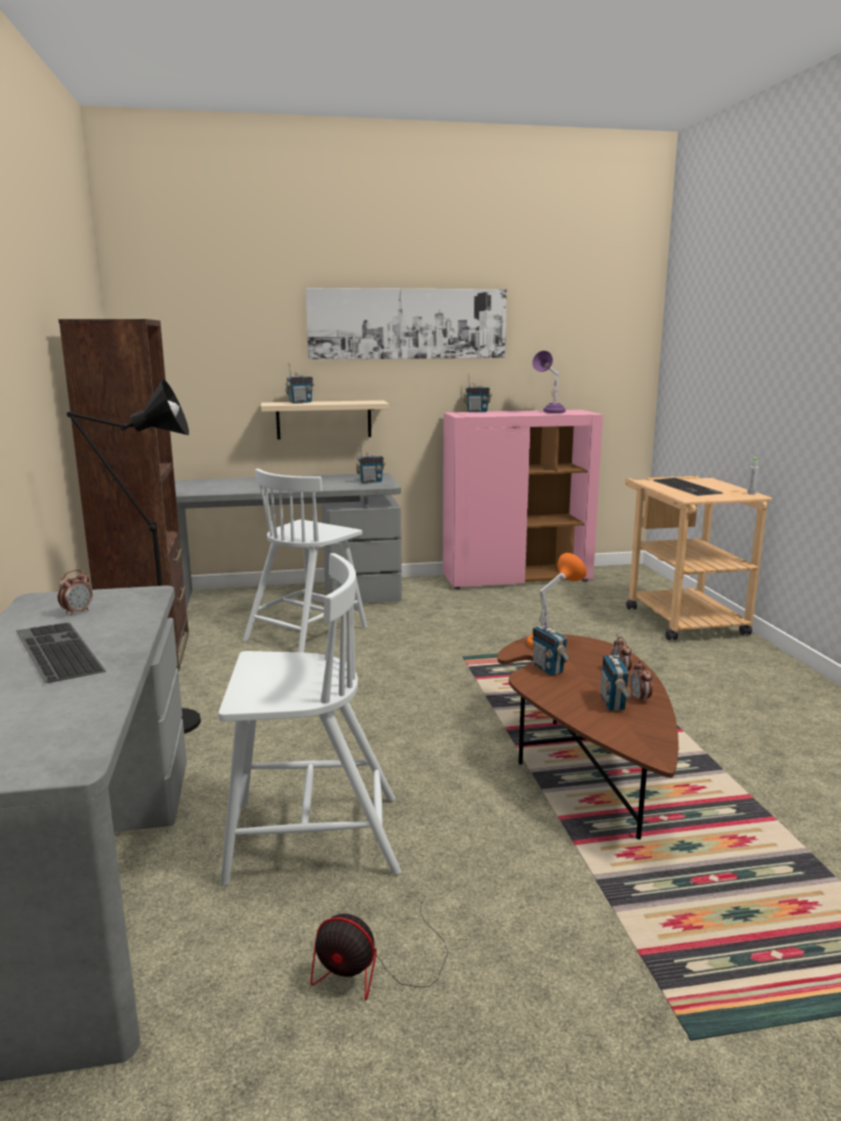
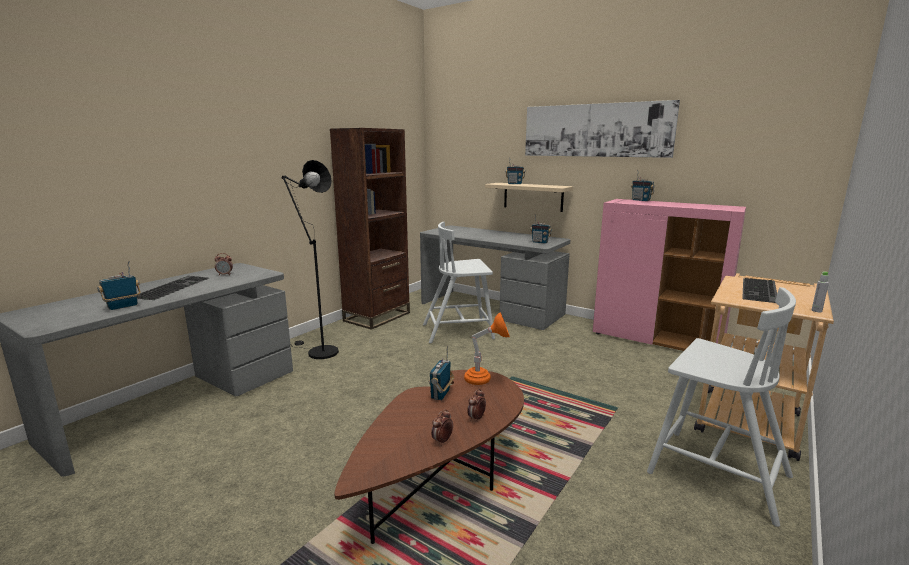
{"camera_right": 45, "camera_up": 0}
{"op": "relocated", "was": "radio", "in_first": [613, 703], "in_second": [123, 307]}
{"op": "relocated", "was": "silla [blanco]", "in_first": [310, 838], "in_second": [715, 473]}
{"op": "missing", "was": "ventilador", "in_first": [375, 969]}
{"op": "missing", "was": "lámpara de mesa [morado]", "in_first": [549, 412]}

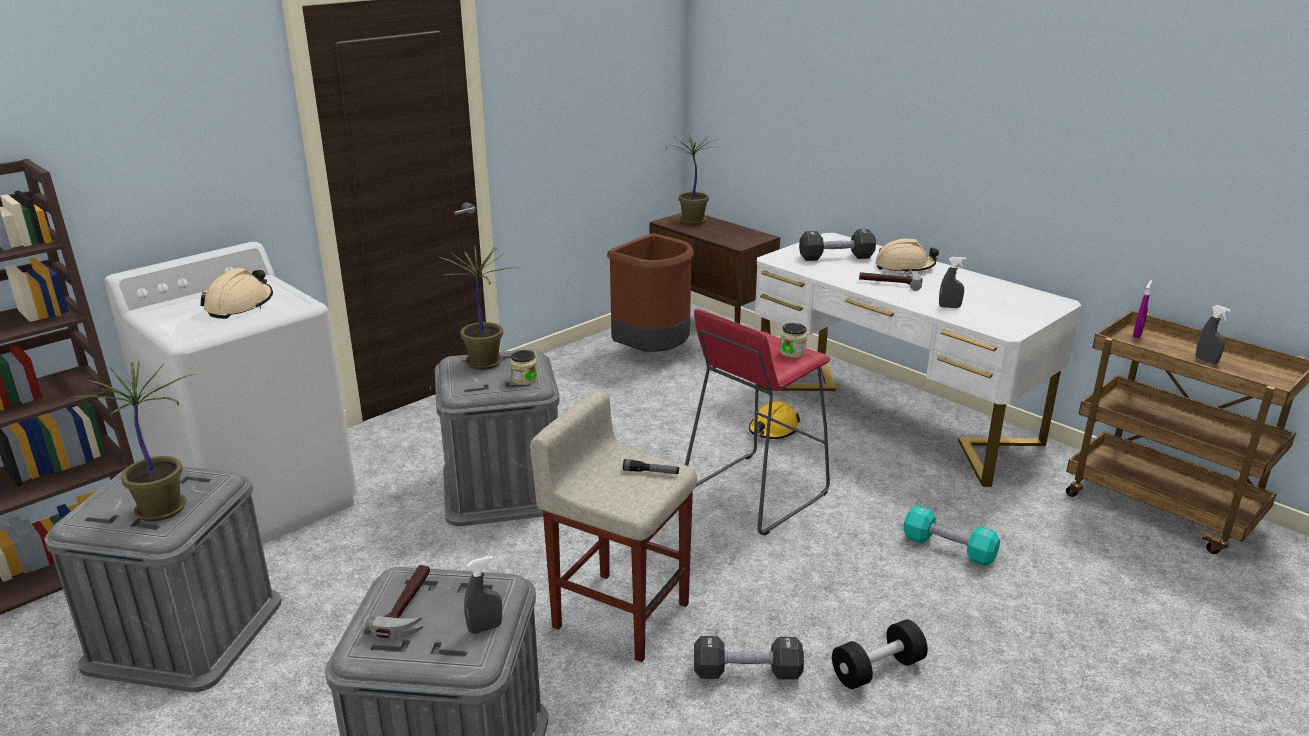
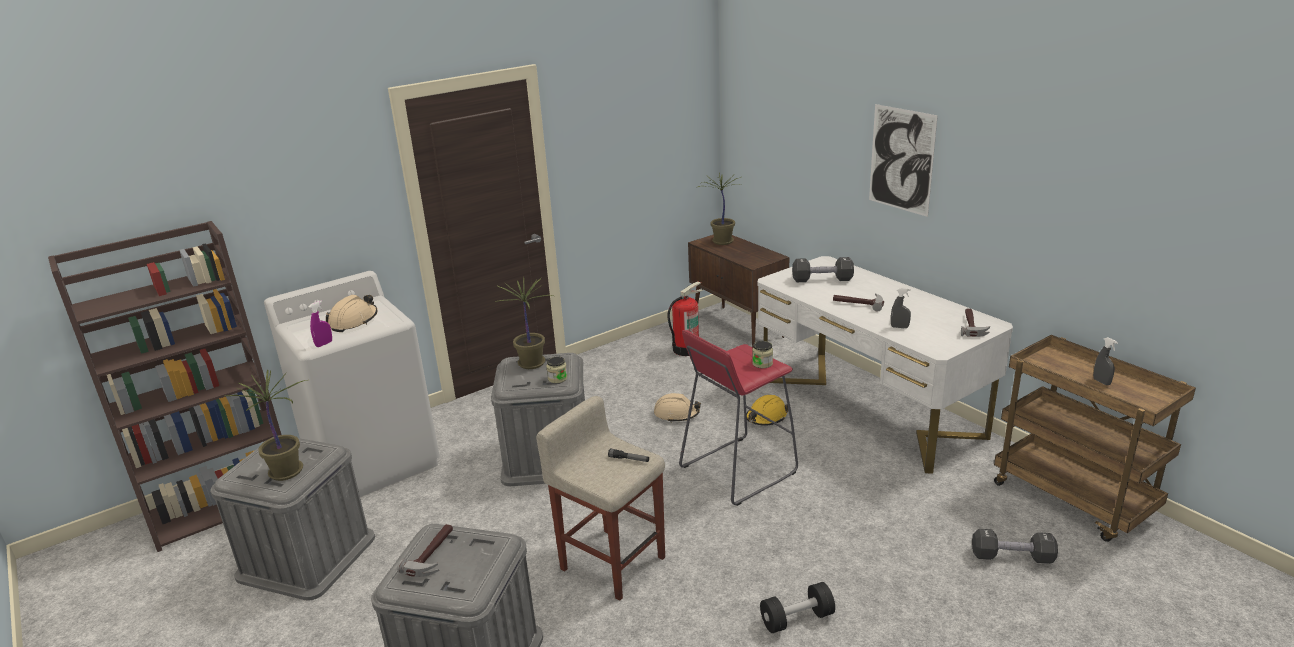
{"camera_right": 10, "camera_up": 0}
{"op": "relocated", "was": "pulverizador [morado]", "in_first": [1137, 335], "in_second": [324, 344]}
{"op": "relocated", "was": "casco [beis]", "in_first": [904, 267], "in_second": [676, 414]}
{"op": "exchanged", "was": "papelera [marrón]", "now": "extintor", "in_first": [653, 354], "in_second": [686, 349]}
{"op": "appeared", "now": "cuadro", "in_second": [901, 160]}
{"op": "appeared", "now": "martillo", "in_second": [973, 326]}
{"op": "relocated", "was": "mancuerna [negro]", "in_first": [747, 673], "in_second": [1012, 557]}
{"op": "missing", "was": "pulverizador [gris]", "in_first": [485, 628]}
{"op": "missing", "was": "mancuerna [turquesa]", "in_first": [948, 548]}

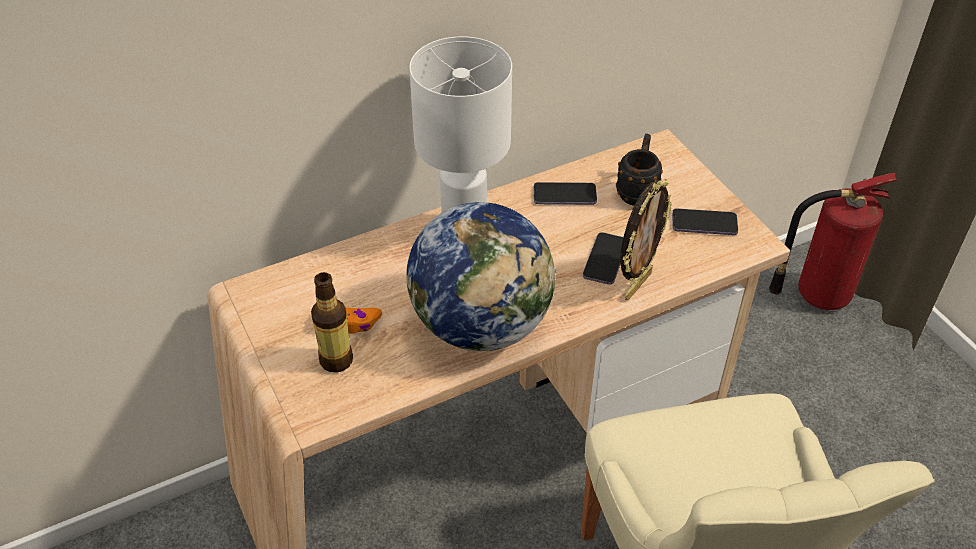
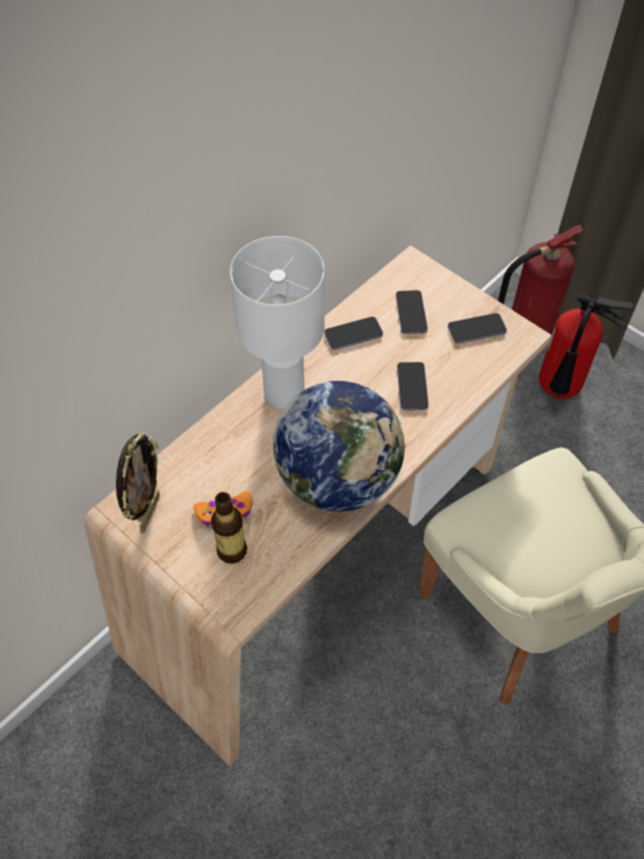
{"camera_right": -20, "camera_up": 10}
{"op": "relocated", "was": "portarretratos", "in_first": [636, 284], "in_second": [148, 512]}
{"op": "exchanged", "was": "taza grande [negro]", "now": "móvil", "in_first": [637, 191], "in_second": [411, 313]}
{"op": "appeared", "now": "extintor", "in_second": [559, 391]}

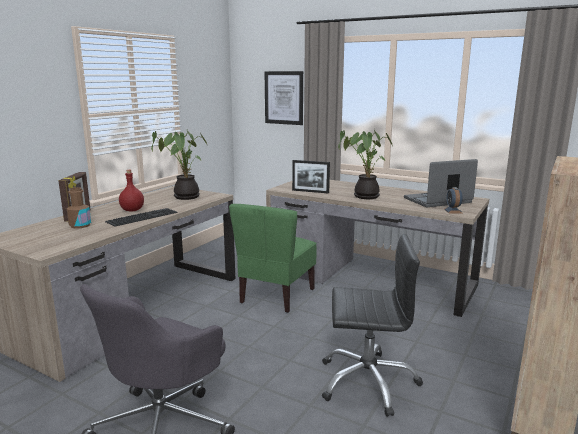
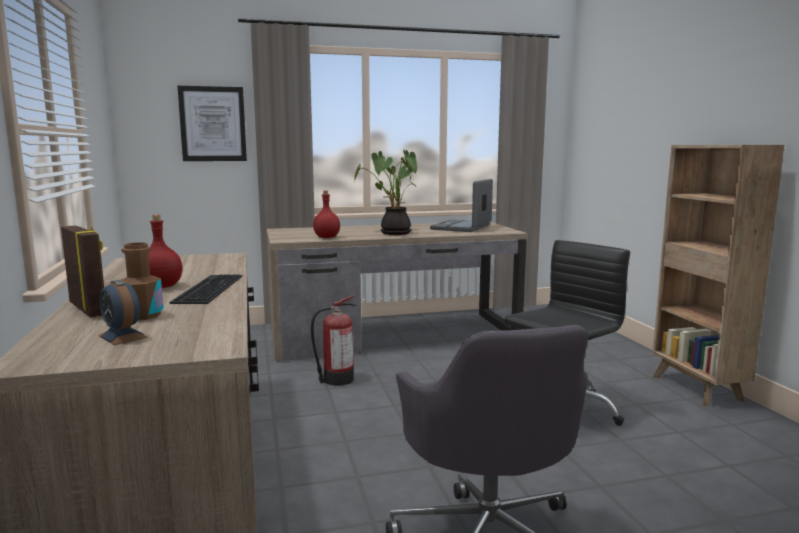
{"camera_right": -45, "camera_up": -5}
{"op": "relocated", "was": "despertador", "in_first": [453, 211], "in_second": [122, 336]}
{"op": "exchanged", "was": "silla [verde]", "now": "extintor", "in_first": [276, 296], "in_second": [336, 380]}
{"op": "exchanged", "was": "portarretratos", "now": "botella [rojo]", "in_first": [310, 191], "in_second": [326, 237]}
{"op": "missing", "was": "planta en maceta", "in_first": [184, 197]}

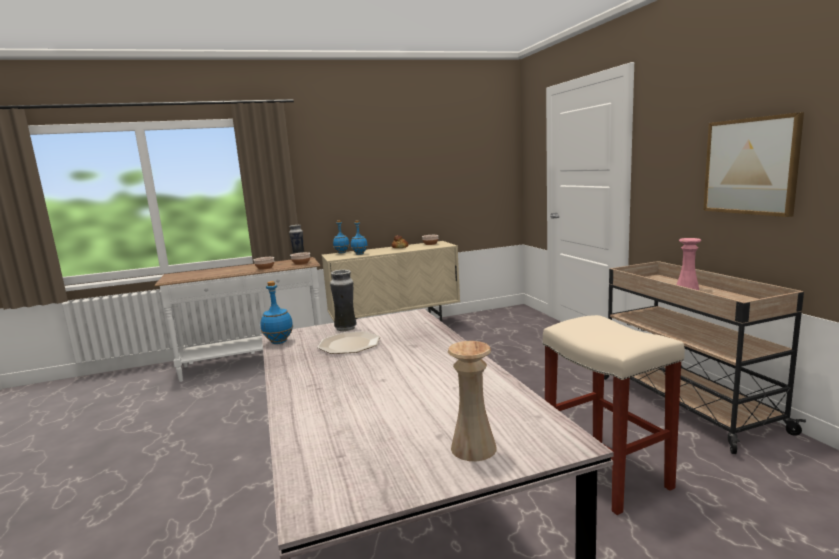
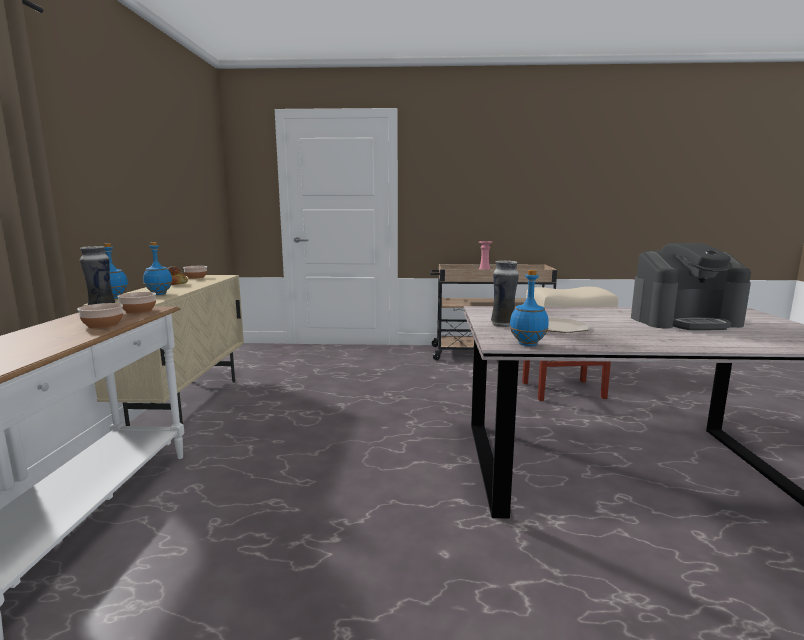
{"camera_right": -70, "camera_up": 0}
{"op": "appeared", "now": "cafetera", "in_second": [684, 321]}
{"op": "missing", "was": "florero [beis]", "in_first": [473, 448]}
{"op": "missing", "was": "cuadro", "in_first": [751, 166]}

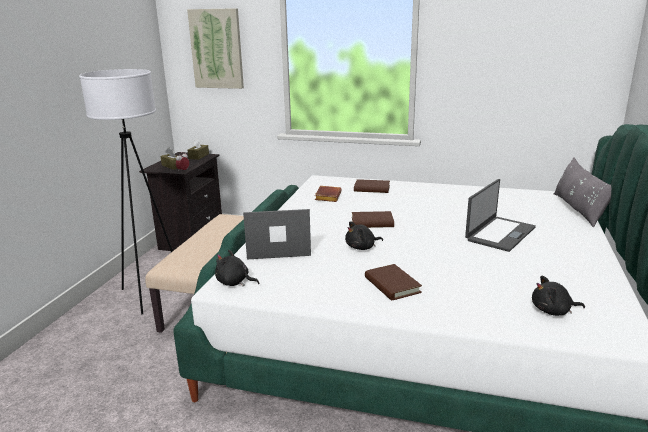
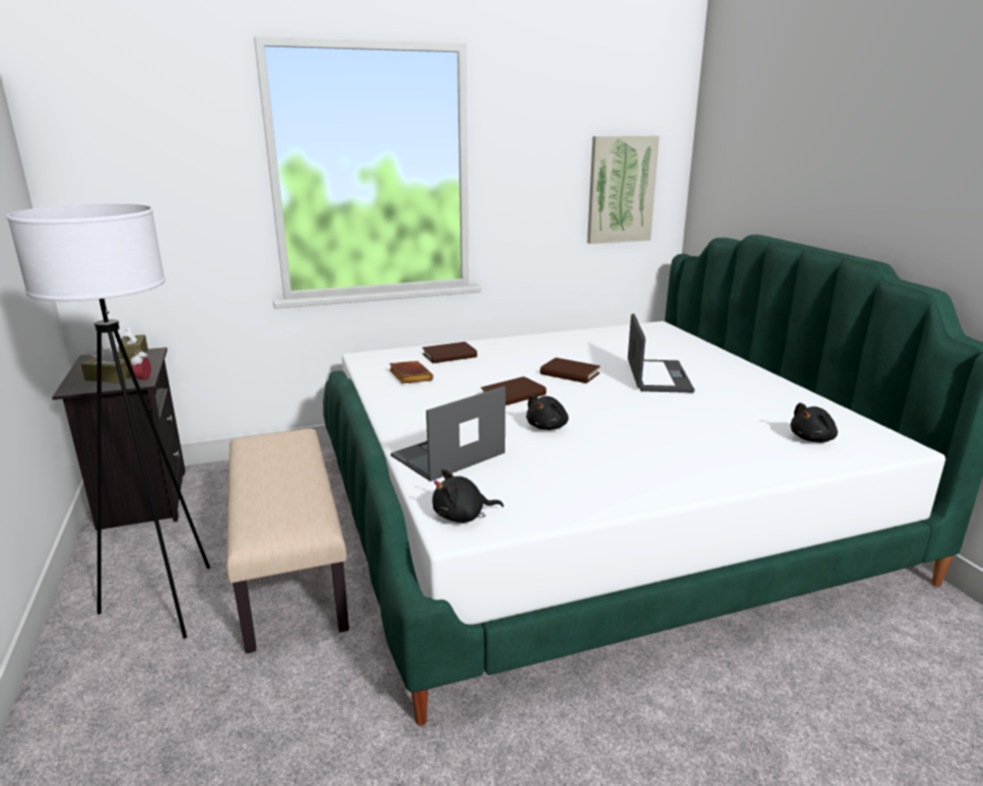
{"camera_right": -35, "camera_up": 0}
{"op": "relocated", "was": "libro [marrón]", "in_first": [392, 285], "in_second": [569, 374]}
{"op": "relocated", "was": "cuadro", "in_first": [217, 49], "in_second": [621, 190]}
{"op": "missing", "was": "cojín [gris]", "in_first": [578, 209]}

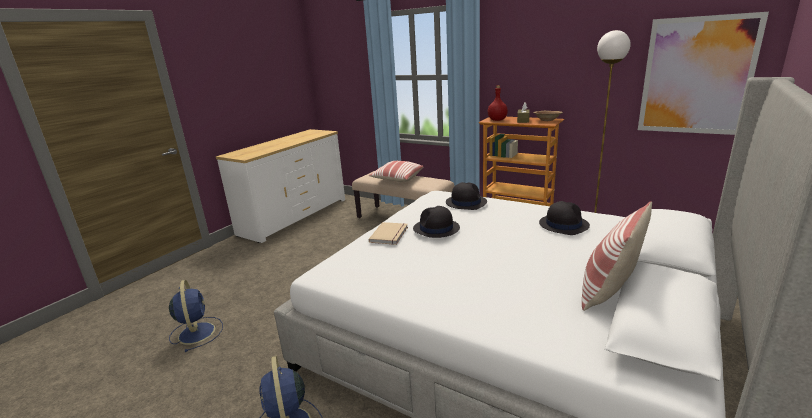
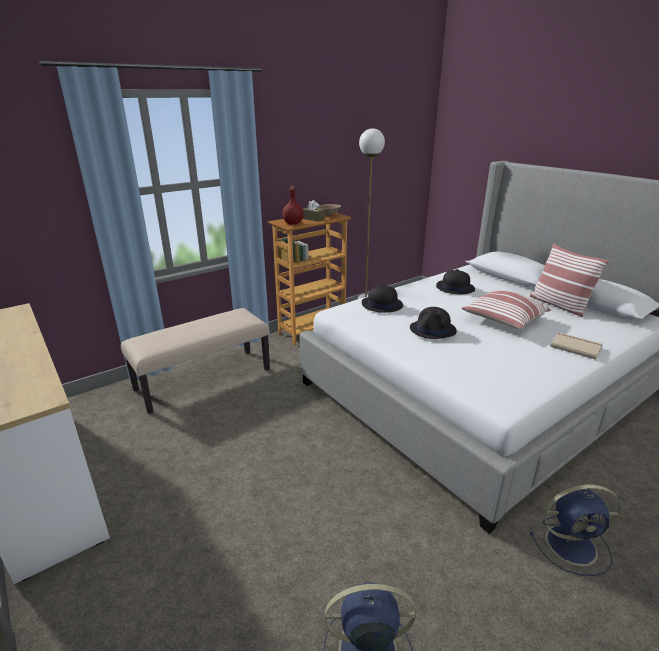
{"camera_right": -70, "camera_up": 5}
{"op": "relocated", "was": "cojín", "in_first": [397, 179], "in_second": [503, 320]}
{"op": "relocated", "was": "libro [beis]", "in_first": [390, 235], "in_second": [575, 346]}
{"op": "missing", "was": "cuadro", "in_first": [696, 76]}

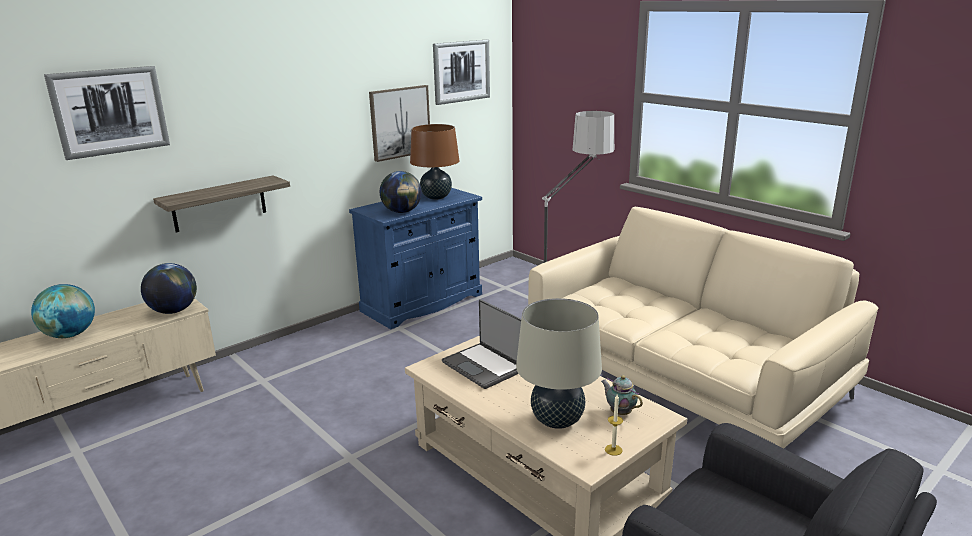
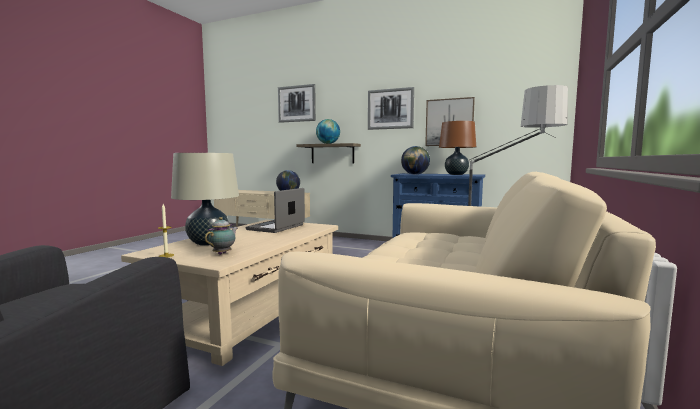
{"camera_right": 65, "camera_up": -15}
{"op": "relocated", "was": "globo terráqueo", "in_first": [70, 335], "in_second": [328, 143]}
{"op": "relocated", "was": "cuadro", "in_first": [461, 71], "in_second": [390, 109]}

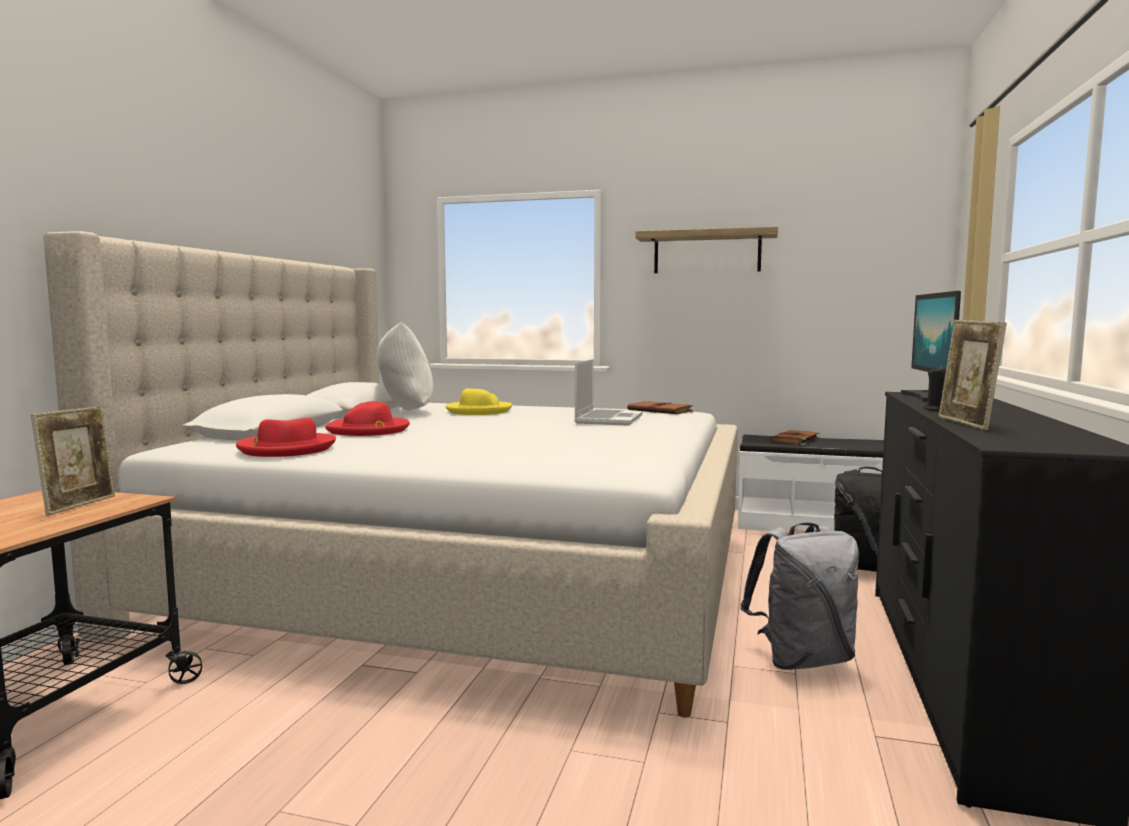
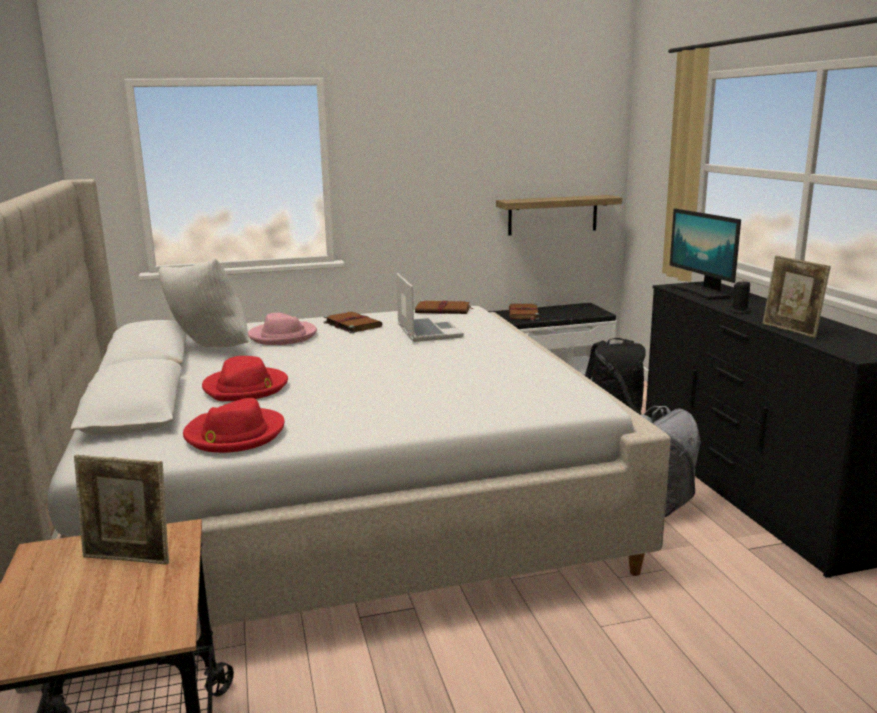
{"camera_right": -30, "camera_up": 10}
{"op": "spun", "was": "portarretratos", "in_first": [79, 505], "in_second": [129, 558], "clockwise": 120}
{"op": "colour", "was": "sombrero [amarillo]", "now": "sombrero [rosa]", "in_first": [478, 411], "in_second": [283, 336]}
{"op": "appeared", "now": "libro [marrón]", "in_second": [351, 324]}
{"op": "relocated", "was": "estante", "in_first": [707, 252], "in_second": [552, 215]}

